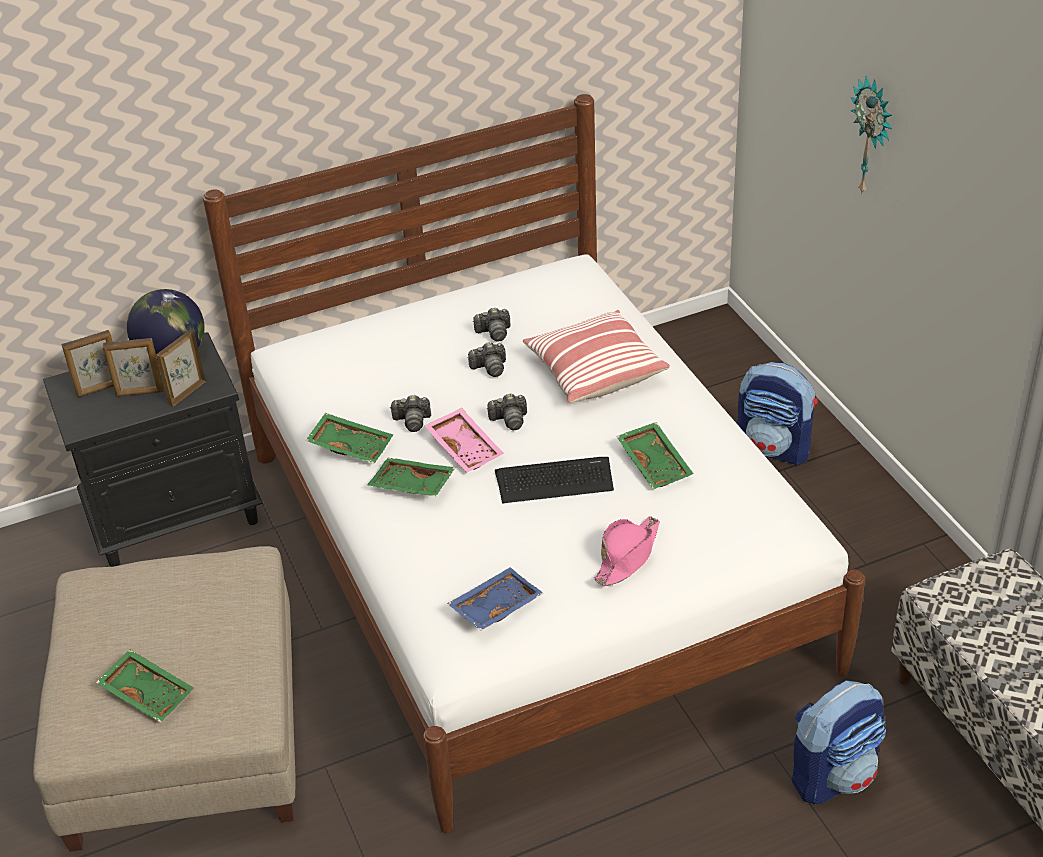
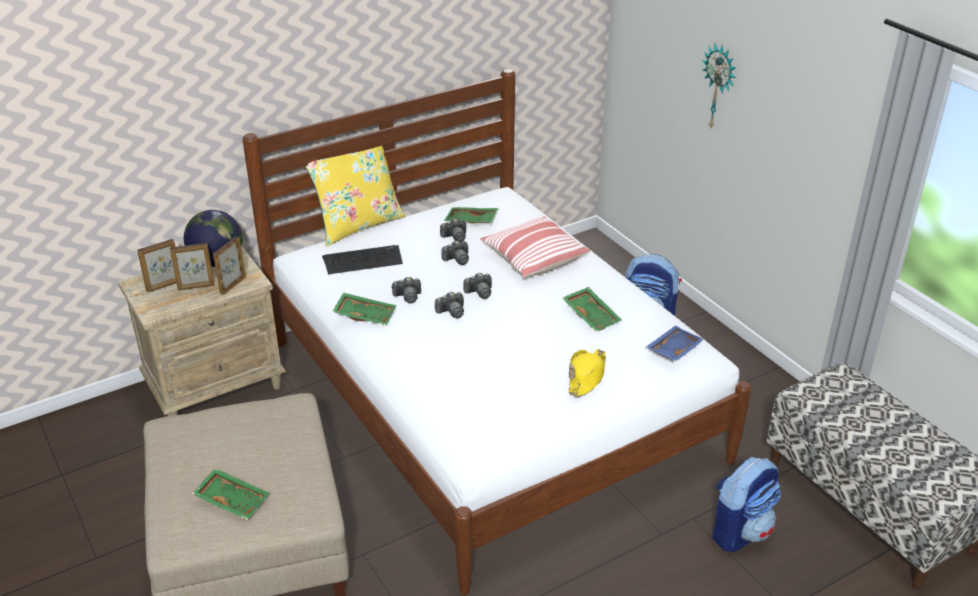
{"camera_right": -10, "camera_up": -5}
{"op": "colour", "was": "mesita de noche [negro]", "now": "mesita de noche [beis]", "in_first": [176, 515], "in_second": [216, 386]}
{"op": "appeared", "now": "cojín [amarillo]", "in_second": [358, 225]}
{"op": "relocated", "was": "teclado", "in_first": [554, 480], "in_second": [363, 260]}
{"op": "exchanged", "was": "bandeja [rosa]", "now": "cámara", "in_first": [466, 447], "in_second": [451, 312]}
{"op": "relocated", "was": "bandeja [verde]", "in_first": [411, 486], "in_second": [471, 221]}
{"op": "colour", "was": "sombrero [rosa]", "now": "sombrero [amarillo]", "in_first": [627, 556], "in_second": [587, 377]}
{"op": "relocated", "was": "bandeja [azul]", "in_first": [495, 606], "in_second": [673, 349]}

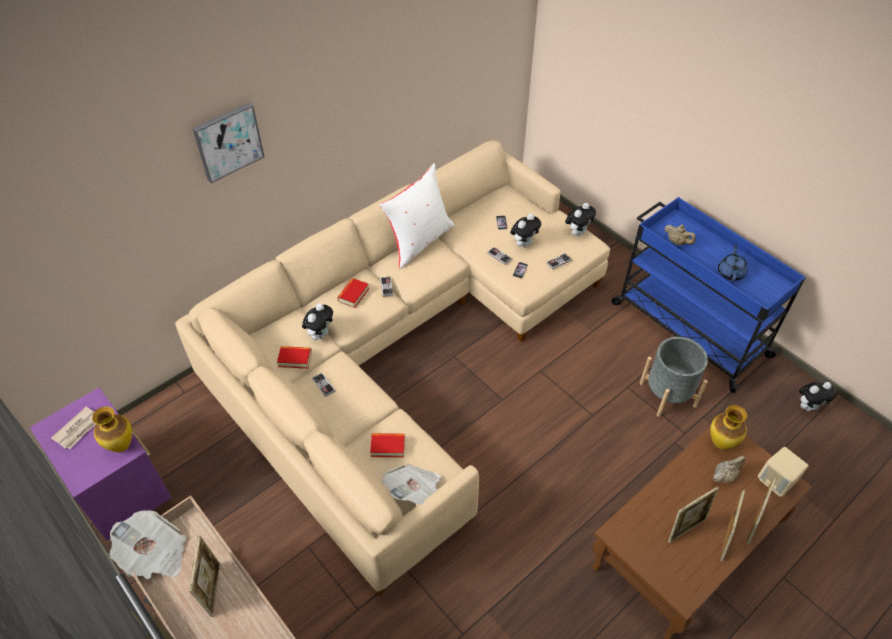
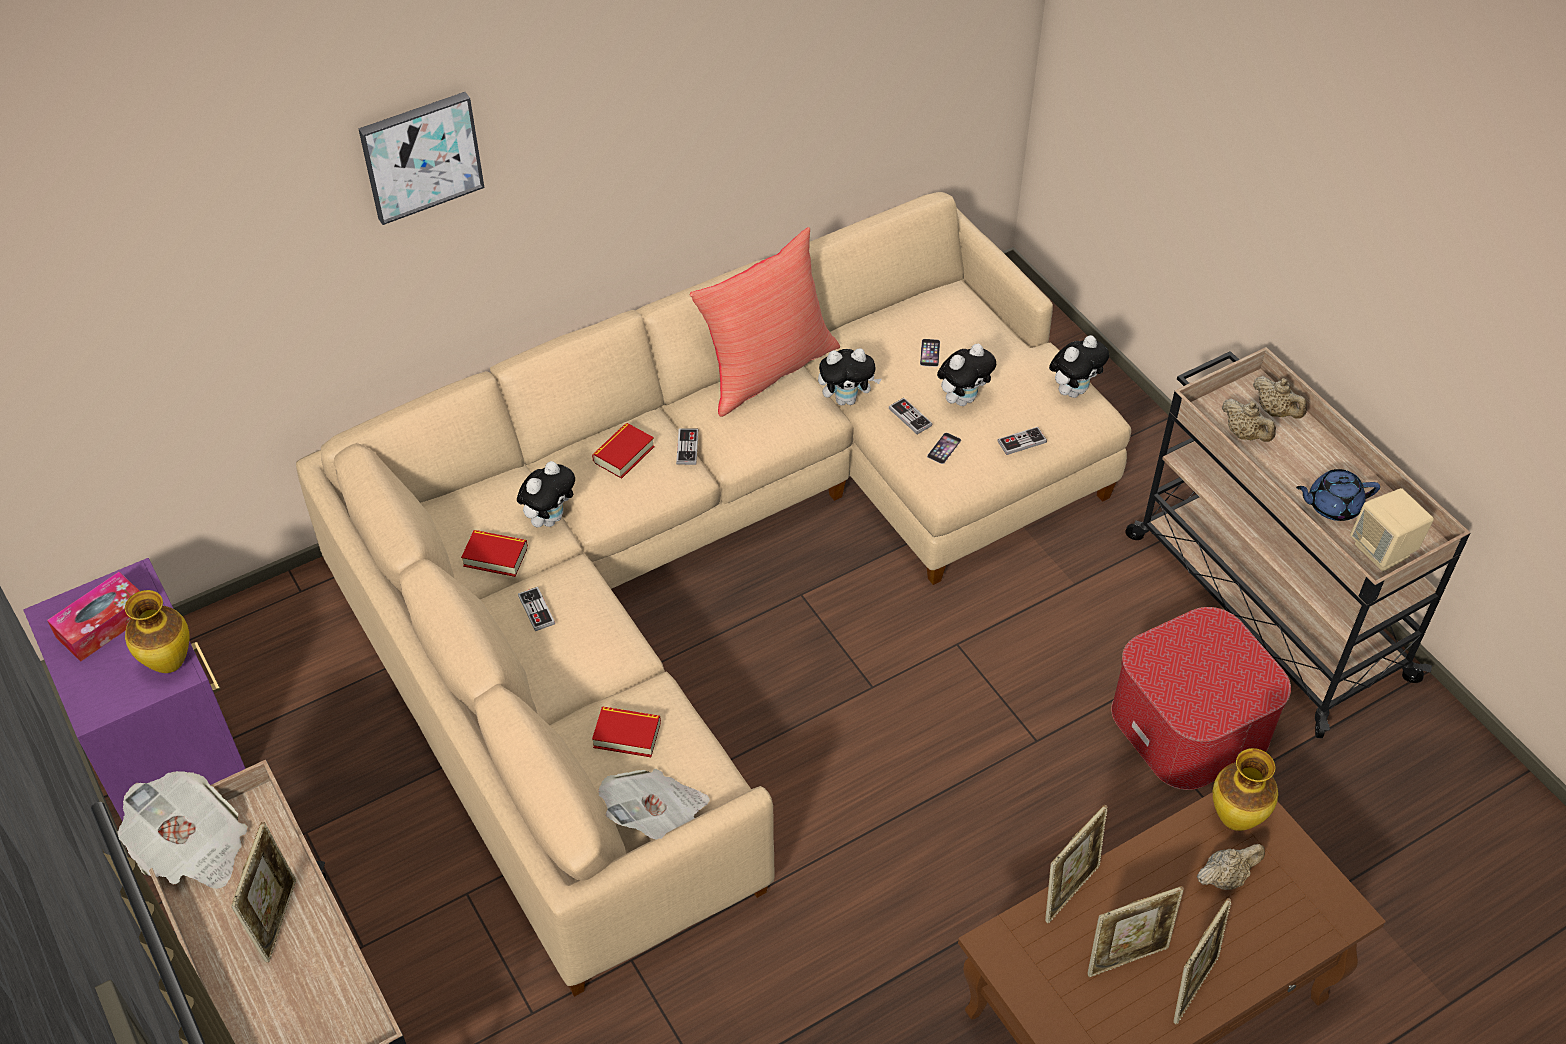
{"camera_right": 10, "camera_up": 0}
{"op": "exchanged", "was": "periódico", "now": "caja de pañuelos", "in_first": [79, 429], "in_second": [104, 624]}
{"op": "colour", "was": "cojín [blanco]", "now": "cojín [rojo]", "in_first": [419, 241], "in_second": [767, 369]}
{"op": "relocated", "was": "peluche", "in_first": [809, 406], "in_second": [847, 399]}
{"op": "relocated", "was": "portarretratos", "in_first": [753, 523], "in_second": [1069, 890]}
{"op": "exchanged", "was": "maceta [gris]", "now": "puf", "in_first": [667, 394], "in_second": [1190, 723]}
{"op": "colour", "was": "carrito [azul]", "now": "carrito [beis]", "in_first": [688, 328], "in_second": [1264, 604]}
{"op": "appeared", "now": "tetera [beis]", "in_second": [1275, 412]}
{"op": "spun", "was": "tetera [azul]", "in_first": [730, 272], "in_second": [1332, 505], "clockwise": -120}
{"op": "relocated", "was": "altavoz [beis]", "in_first": [776, 481], "in_second": [1383, 550]}

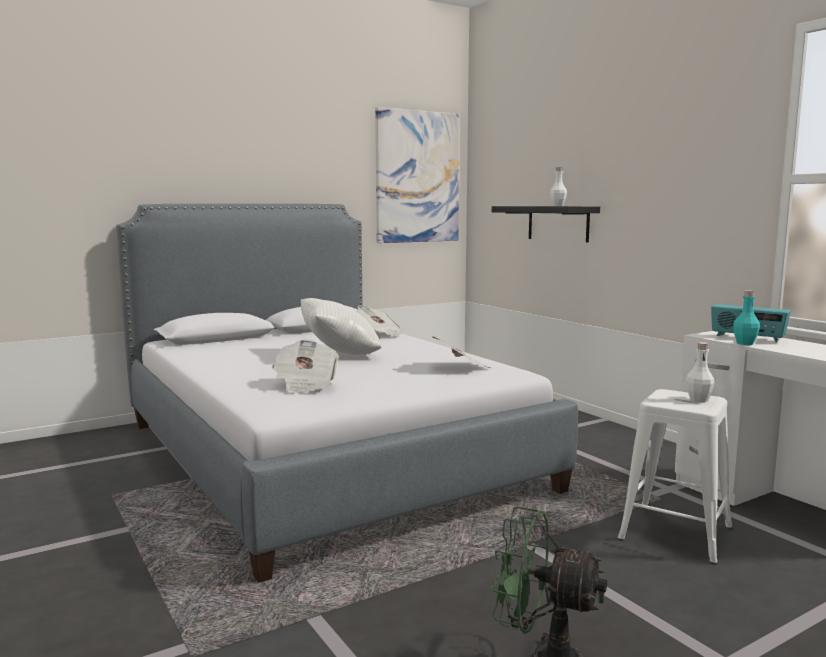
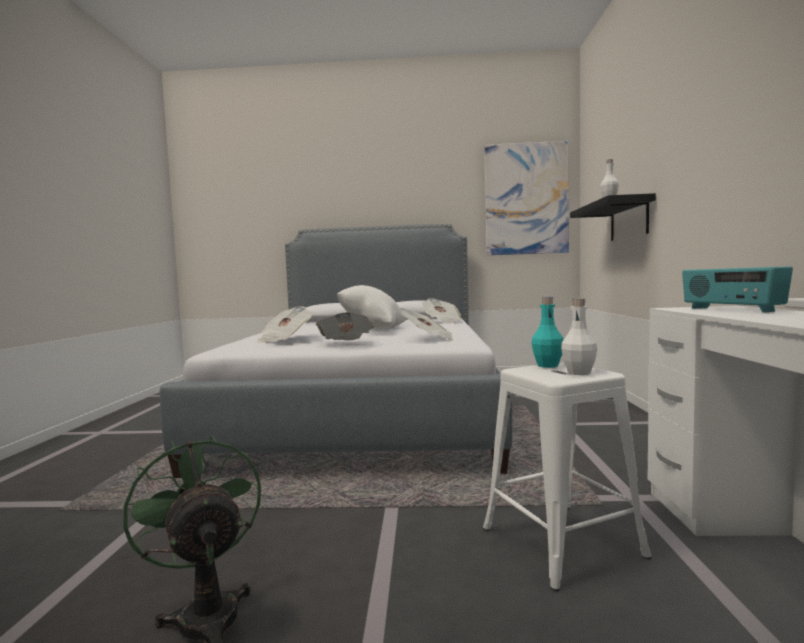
{"camera_right": 35, "camera_up": -5}
{"op": "appeared", "now": "periódico", "in_second": [346, 344]}
{"op": "relocated", "was": "botella [turquesa]", "in_first": [745, 343], "in_second": [547, 365]}

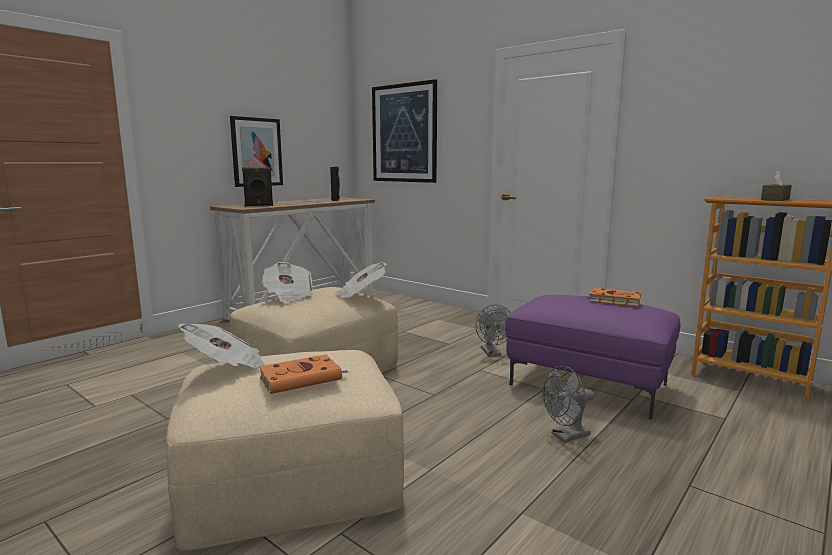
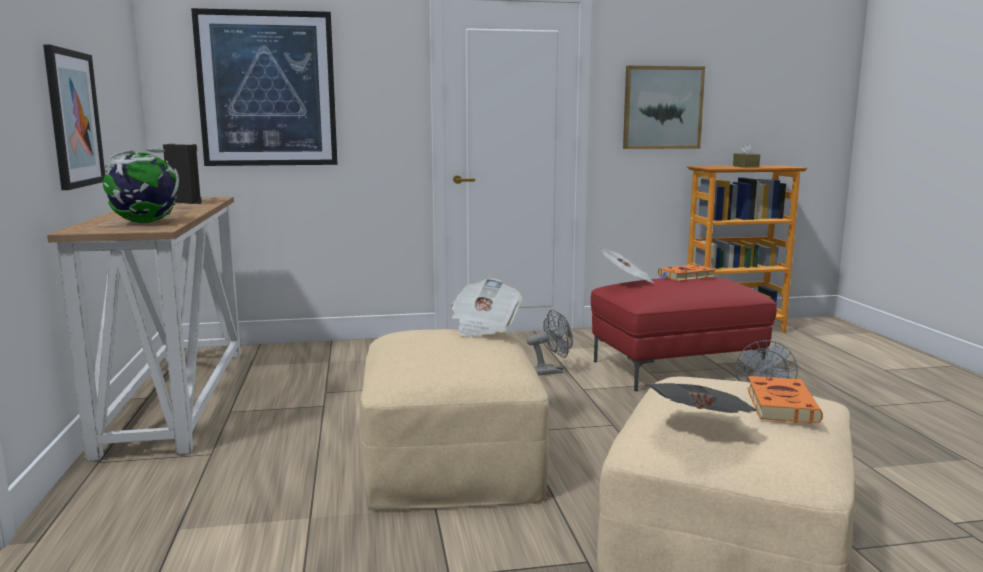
{"camera_right": -50, "camera_up": 0}
{"op": "exchanged", "was": "altavoz [negro]", "now": "globo terráqueo", "in_first": [259, 205], "in_second": [145, 223]}
{"op": "spun", "was": "ventilador [gris]", "in_first": [492, 353], "in_second": [551, 371], "clockwise": -45}
{"op": "colour", "was": "puf [morado]", "now": "puf [rojo]", "in_first": [587, 385], "in_second": [676, 369]}
{"op": "relocated", "was": "periódico", "in_first": [288, 296], "in_second": [626, 280]}
{"op": "appeared", "now": "cuadro", "in_second": [662, 108]}

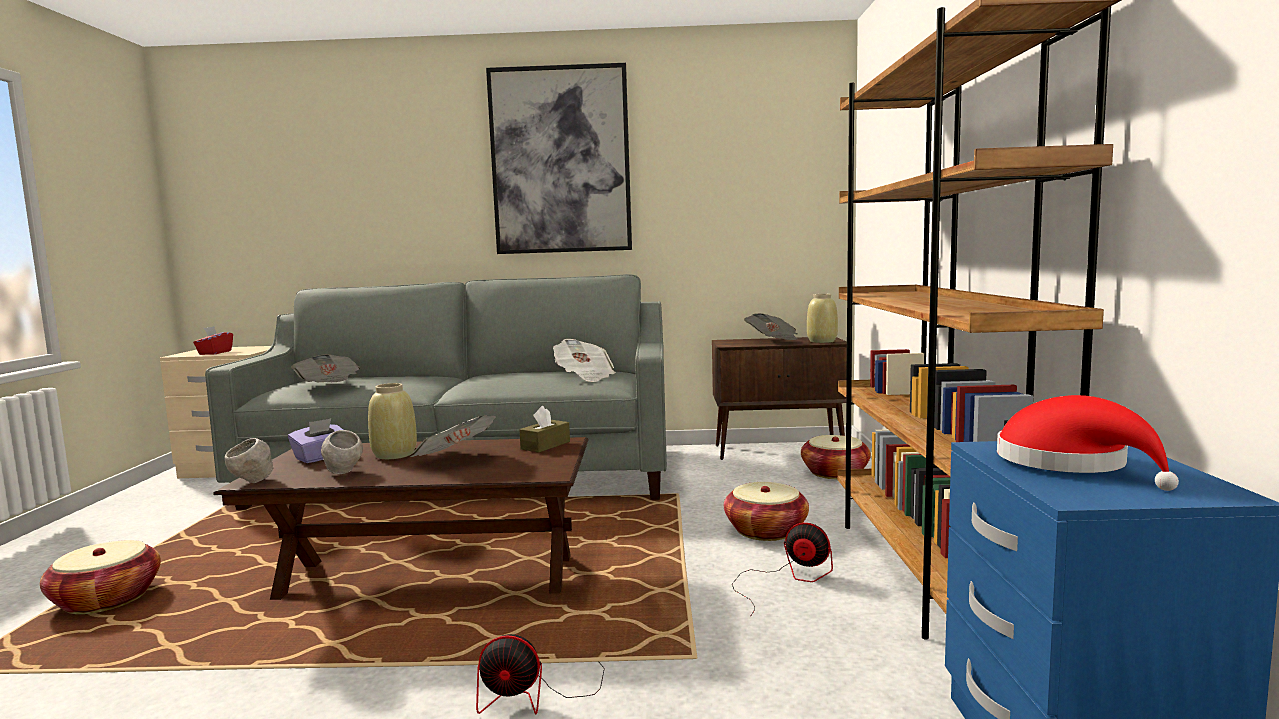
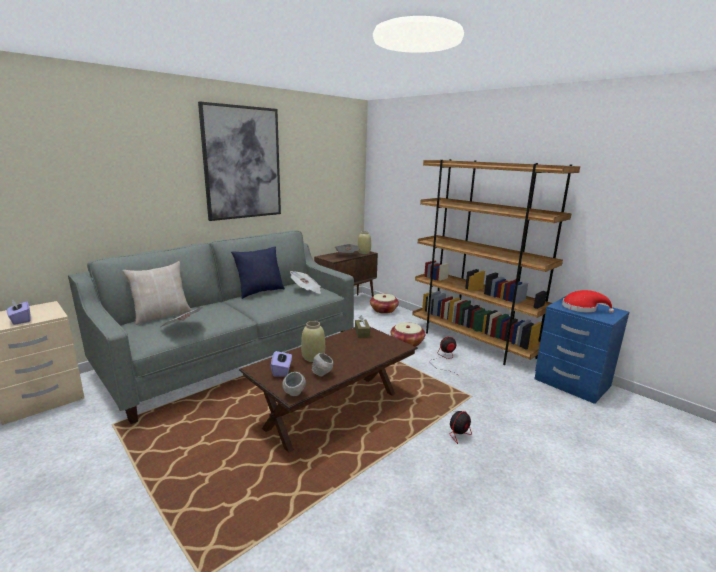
{"camera_right": -45, "camera_up": 10}
{"op": "colour", "was": "caja de pañuelos [rojo]", "now": "caja de pañuelos [morado]", "in_first": [214, 353], "in_second": [20, 320]}
{"op": "appeared", "now": "cojín [beis]", "in_second": [162, 315]}
{"op": "appeared", "now": "cojín [azul]", "in_second": [260, 292]}
{"op": "missing", "was": "cesta", "in_first": [106, 600]}
{"op": "missing", "was": "periódico", "in_first": [454, 459]}

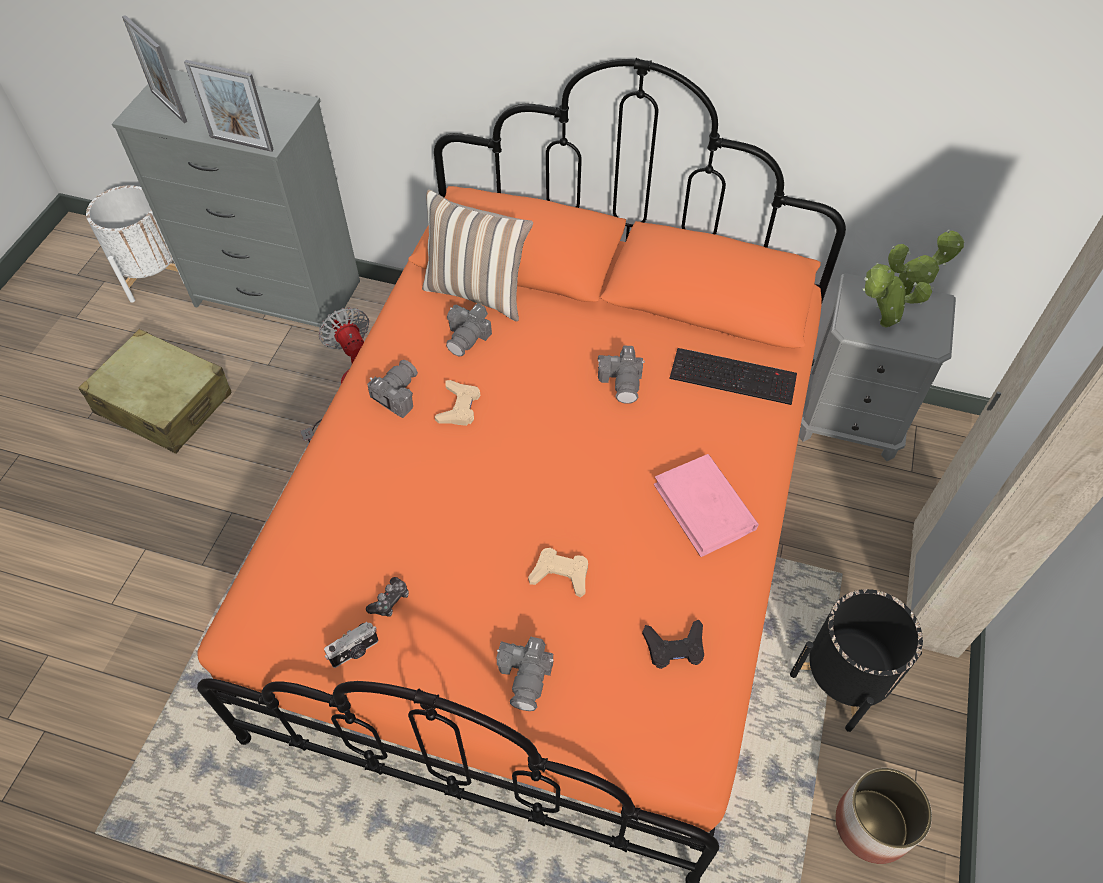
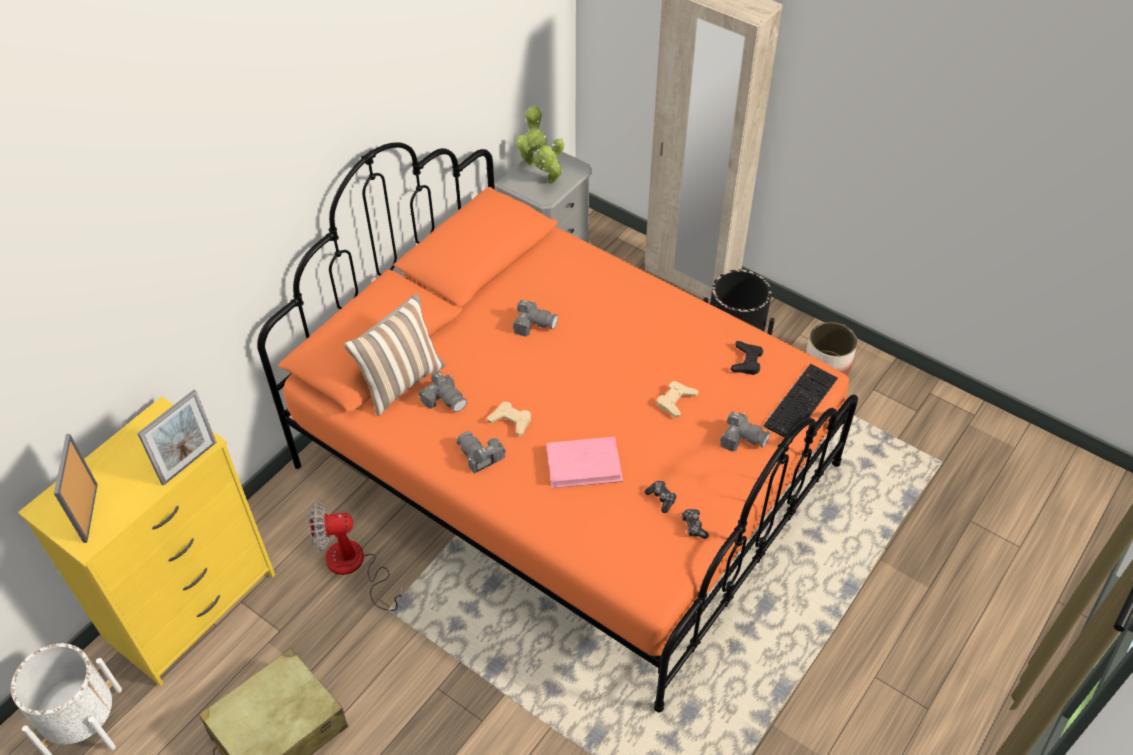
{"camera_right": -70, "camera_up": -5}
{"op": "colour", "was": "cómoda [gris]", "now": "cómoda [amarillo]", "in_first": [277, 294], "in_second": [191, 606]}
{"op": "spun", "was": "portarretratos", "in_first": [169, 106], "in_second": [90, 513], "clockwise": 105}
{"op": "relocated", "was": "libro [rosa]", "in_first": [704, 507], "in_second": [584, 464]}
{"op": "exchanged", "was": "cámara", "now": "mando de consola", "in_first": [355, 652], "in_second": [693, 526]}
{"op": "relocated", "was": "teclado", "in_first": [734, 375], "in_second": [800, 401]}

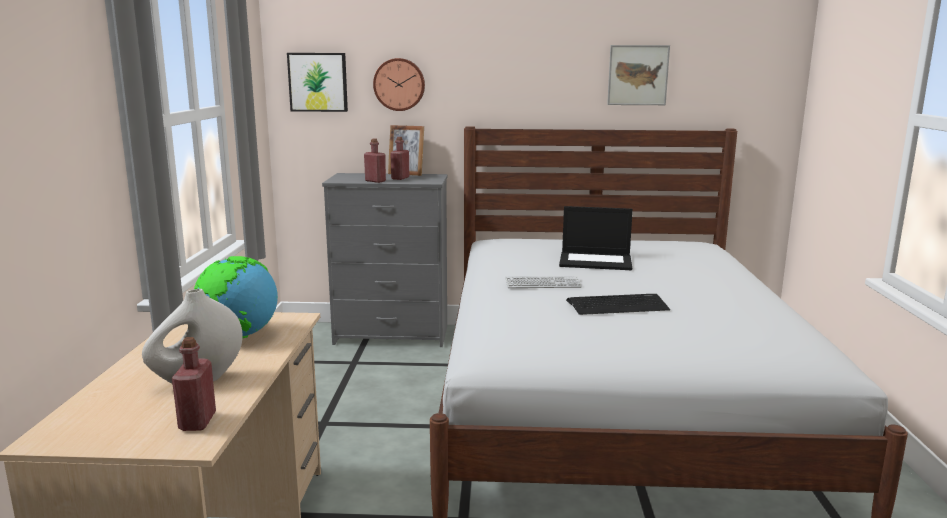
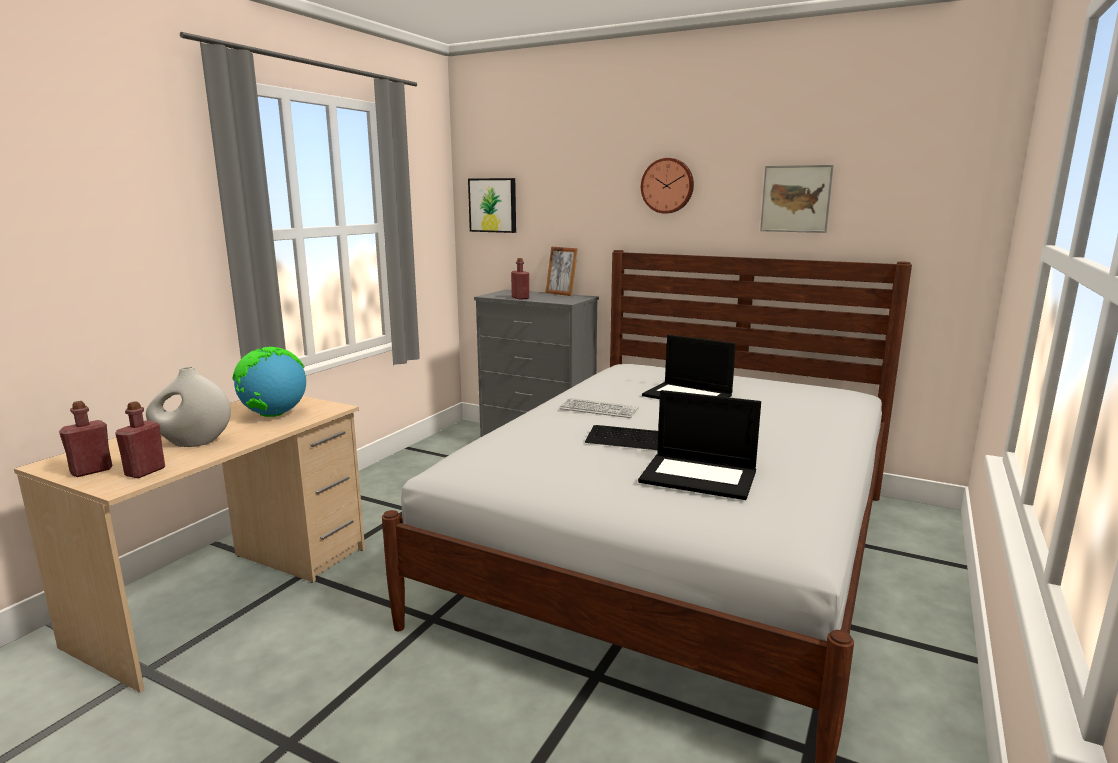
{"camera_right": 25, "camera_up": 0}
{"op": "relocated", "was": "botella [rojo]", "in_first": [400, 178], "in_second": [91, 471]}
{"op": "appeared", "now": "portátil", "in_second": [700, 476]}
{"op": "relocated", "was": "reloj de pared", "in_first": [399, 84], "in_second": [667, 185]}

